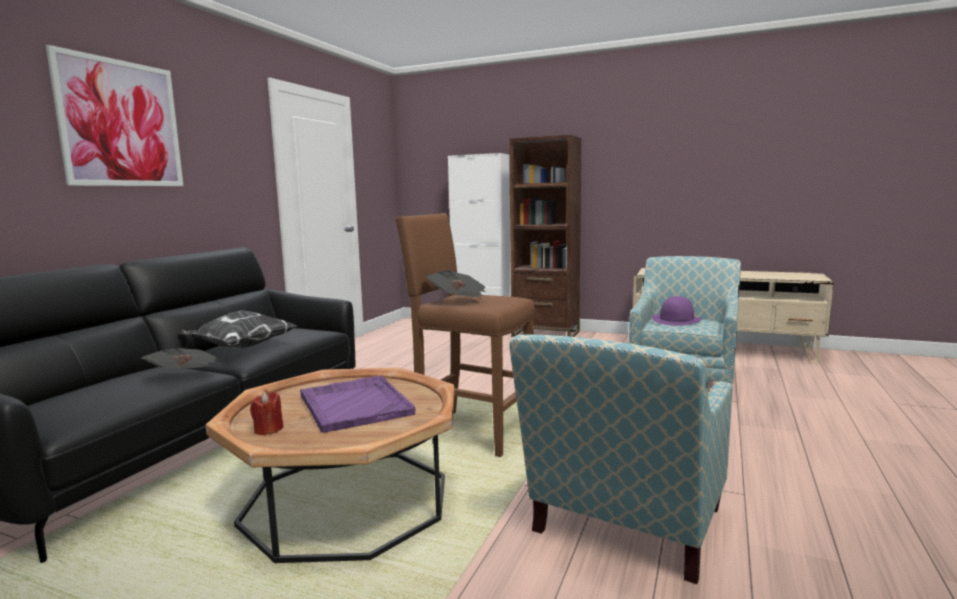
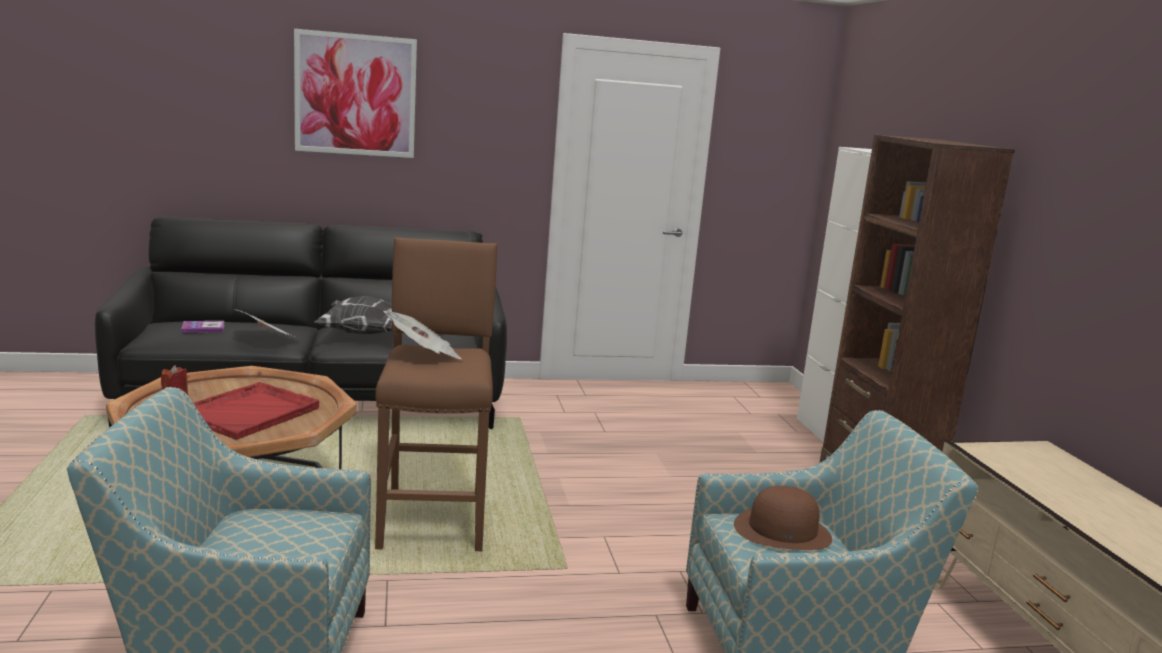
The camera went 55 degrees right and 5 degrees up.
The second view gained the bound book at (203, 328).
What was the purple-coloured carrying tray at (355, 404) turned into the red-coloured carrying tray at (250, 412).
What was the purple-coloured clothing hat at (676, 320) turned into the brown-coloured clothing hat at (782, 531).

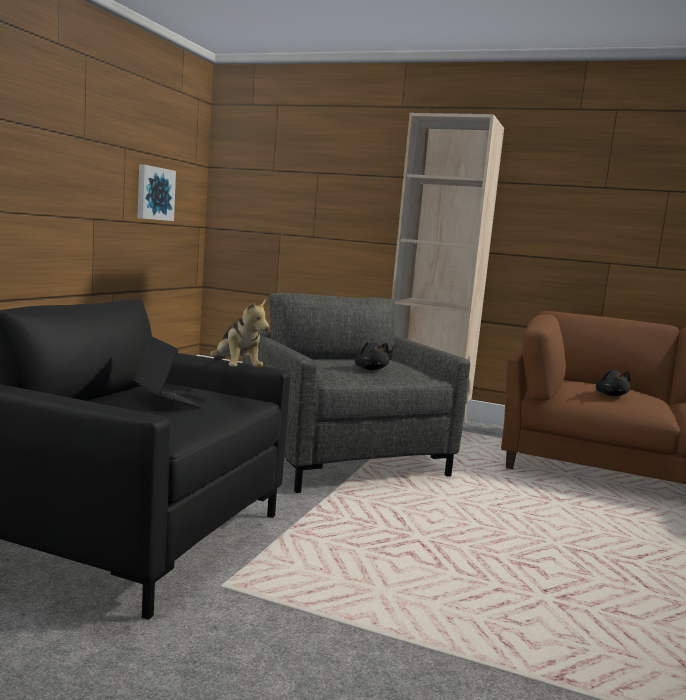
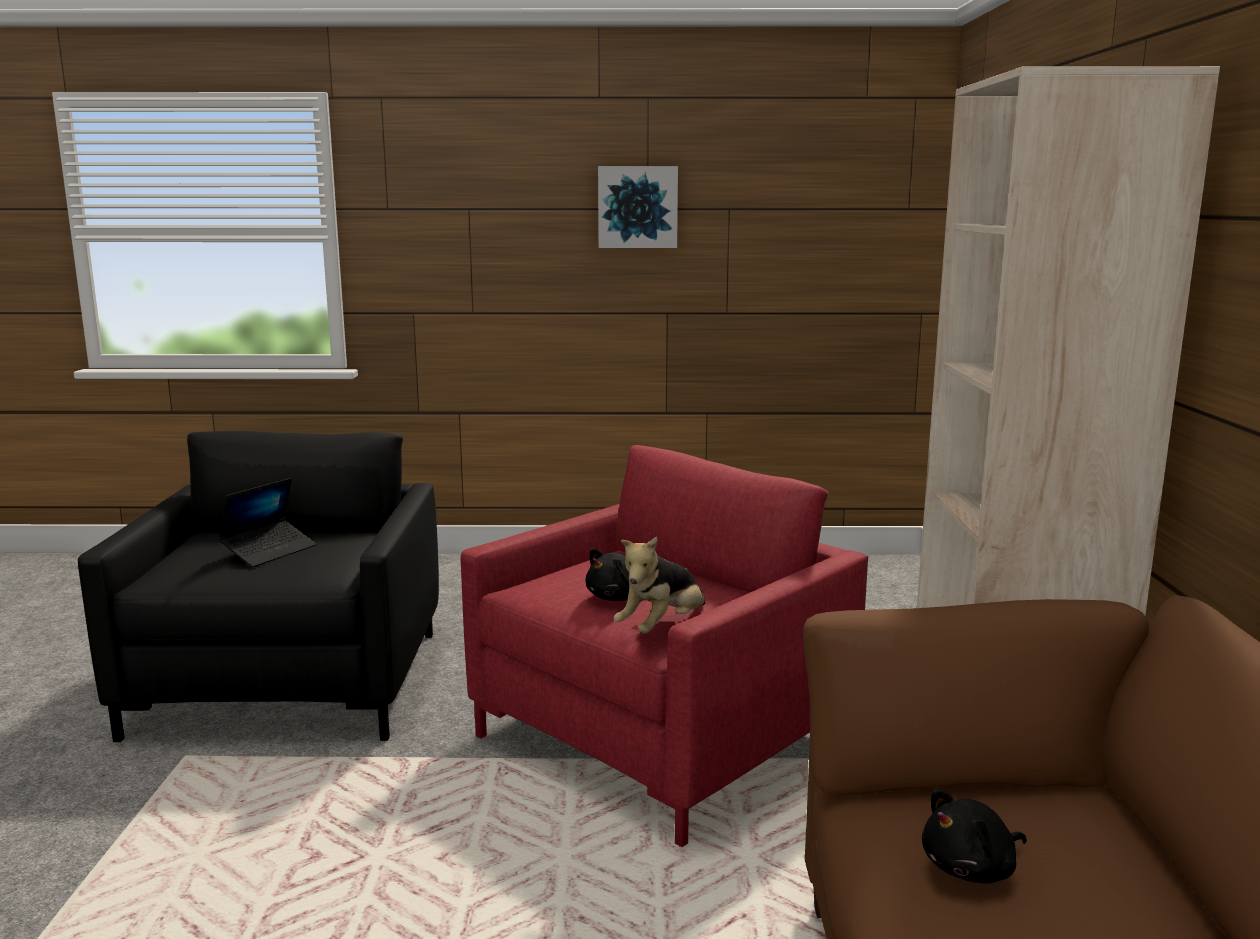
The camera went 70 degrees right and 5 degrees up.
What was the gray lounge chair at (343, 457) turned into the red-coloured lounge chair at (663, 737).
The wall art ended up elsewhere, having gone from (154, 193) to (637, 207).
The soft toy ended up elsewhere, having gone from (236, 370) to (662, 627).

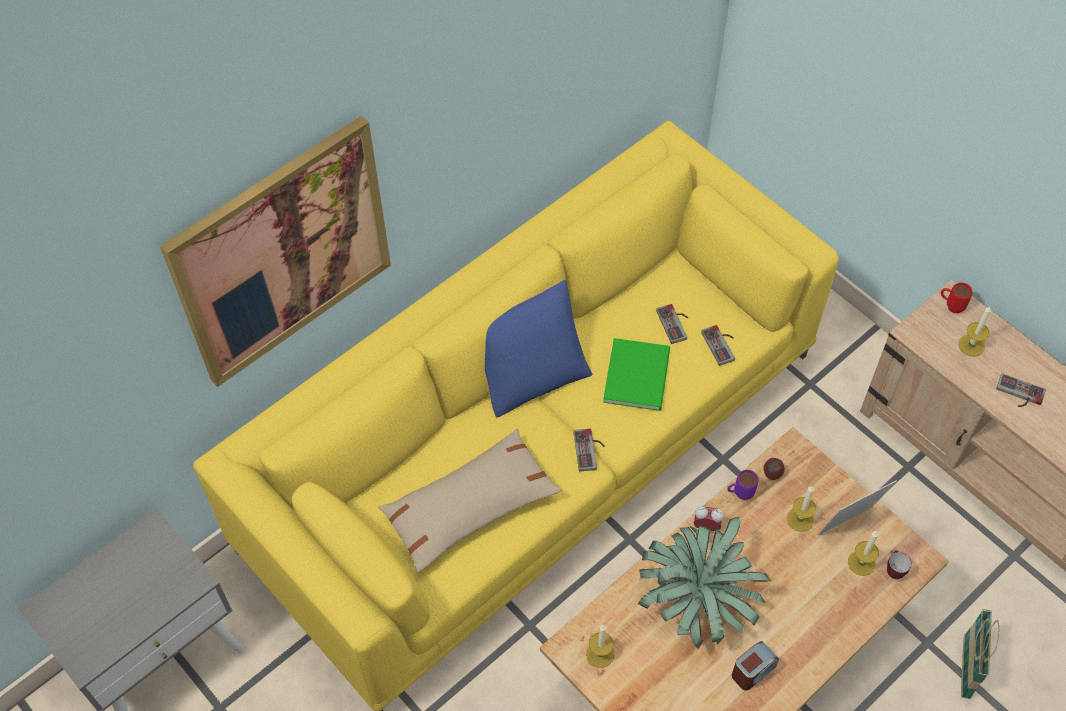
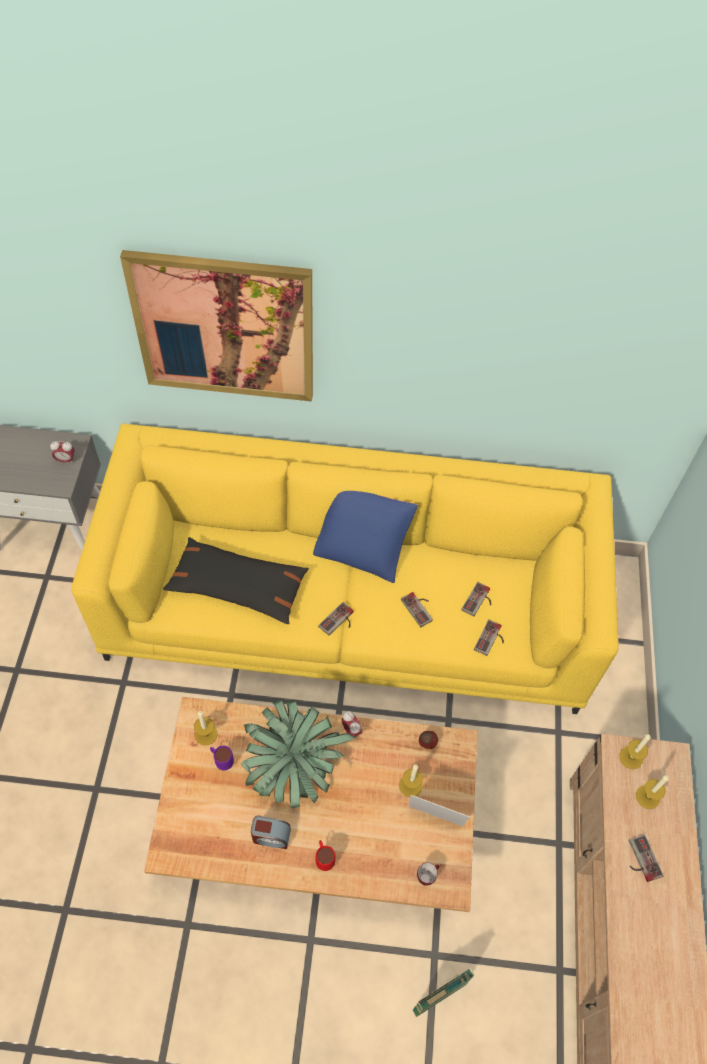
The camera went 45 degrees right and 0 degrees up.
The second view gained the bedside clock at (65, 460).
What was the beige throw pillow at (470, 507) turned into the blackish throw pillow at (238, 586).
The purple-coloured tea mug ended up elsewhere, having gone from (739, 494) to (222, 761).
The red-coloured tea mug ended up elsewhere, having gone from (950, 306) to (324, 858).
Where the green bound book stood at (639, 374), the game controller came to stand at (420, 608).
The wax light ended up elsewhere, having gone from (861, 563) to (631, 757).

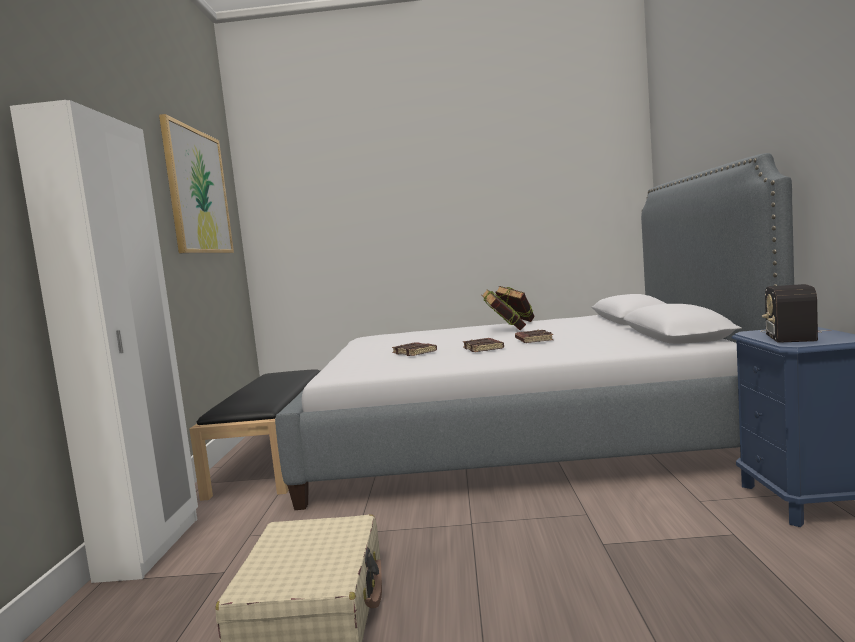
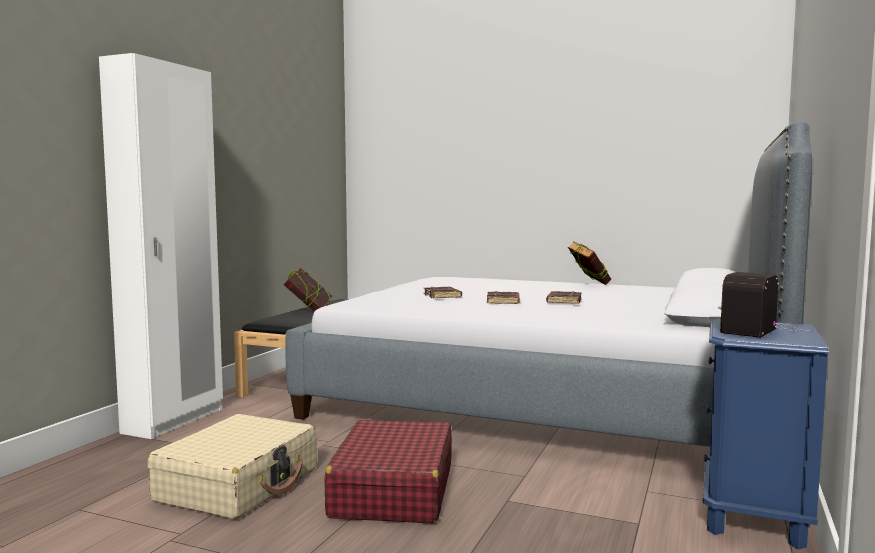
The camera went 20 degrees right and 0 degrees up.
The bound book ended up elsewhere, having gone from (505, 330) to (308, 312).
The second view gained the red-coloured travel case at (393, 491).
The second view lost the wall art at (197, 192).

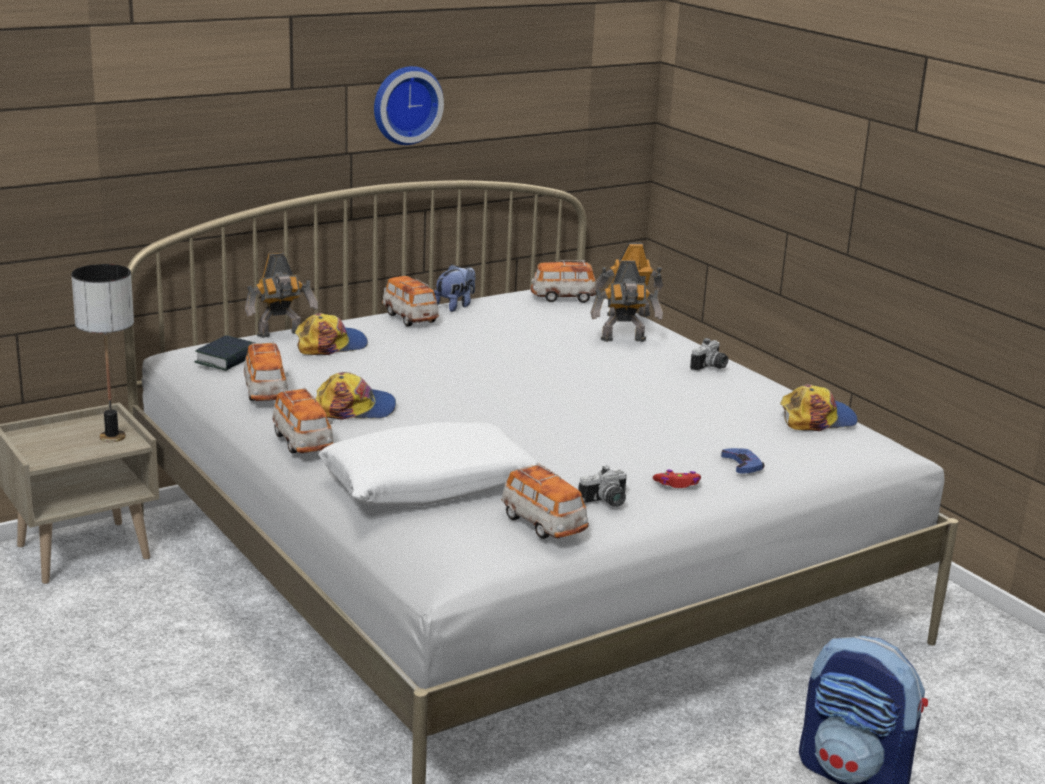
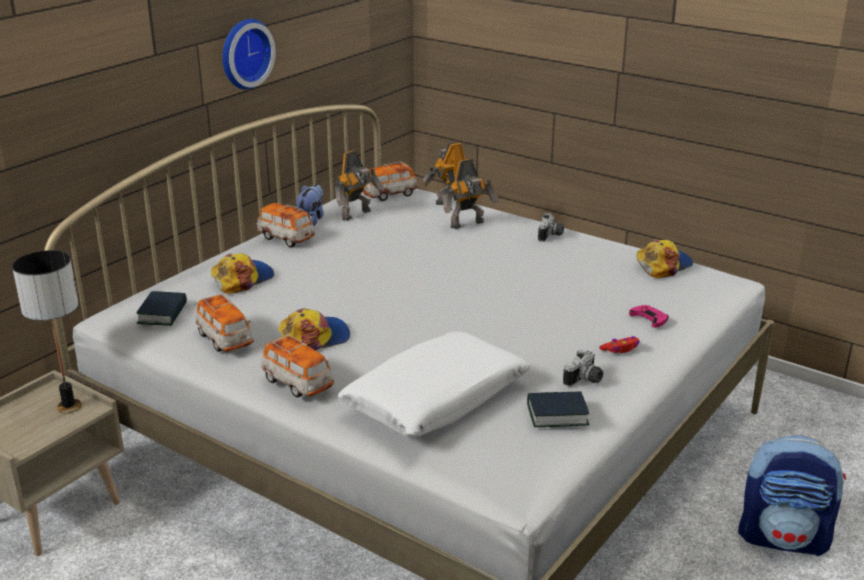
The camera went 20 degrees left and 5 degrees up.
The toy robot ended up elsewhere, having gone from (281, 334) to (358, 215).
Where the model car stood at (543, 524), the bound book came to stand at (557, 415).
What was the blue game controller at (743, 464) turned into the pinkish game controller at (649, 318).

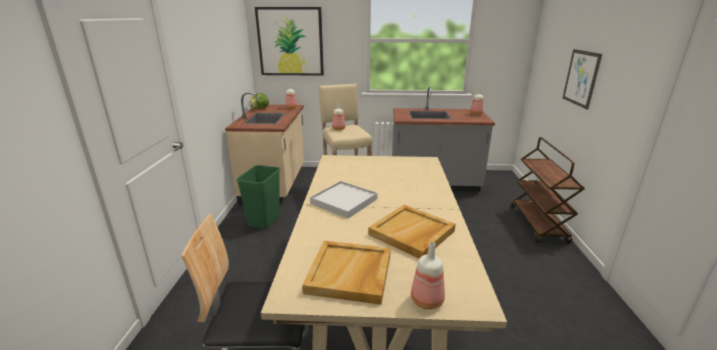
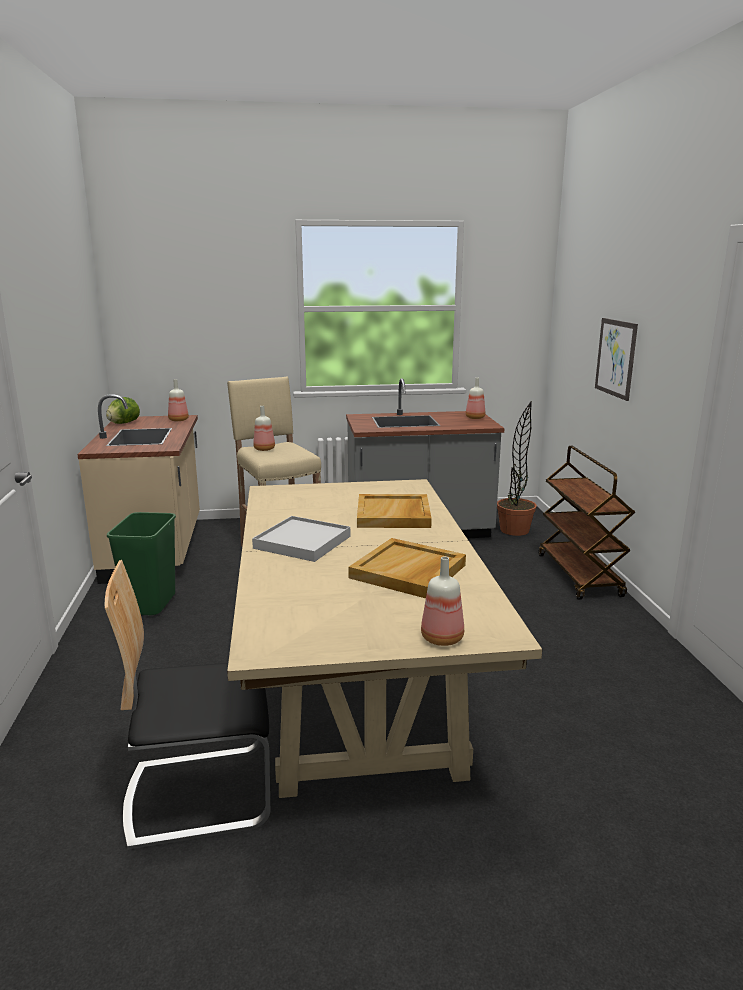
The camera went 10 degrees left and 5 degrees down.
The beige carrying tray ended up elsewhere, having gone from (350, 274) to (394, 515).
The second view gained the plant in a pot at (514, 530).
The second view lost the wall art at (290, 42).

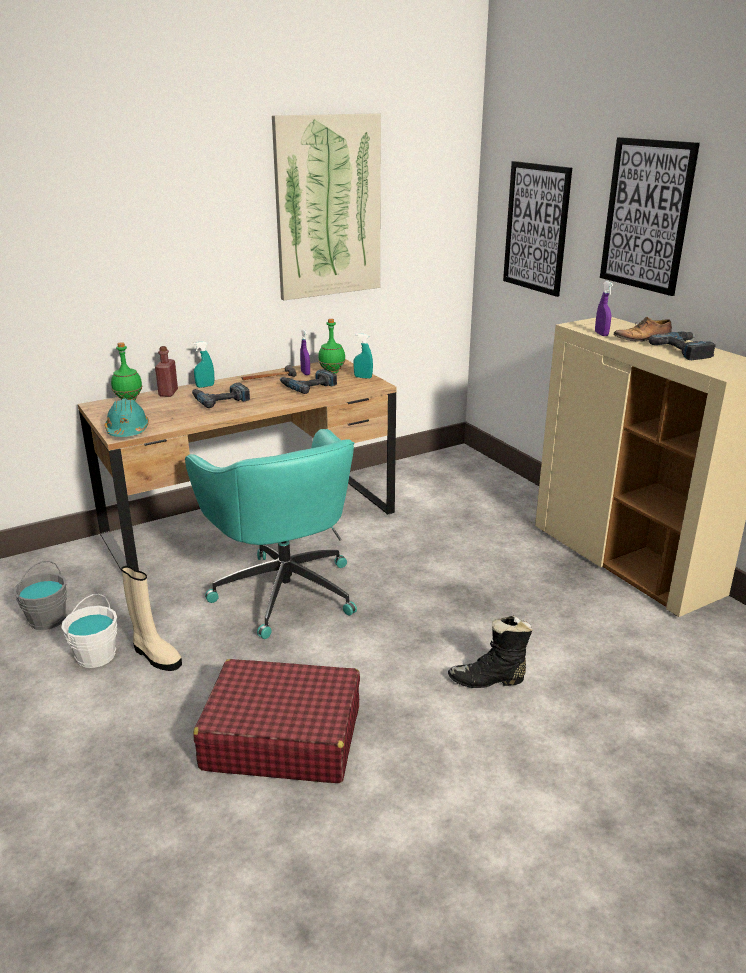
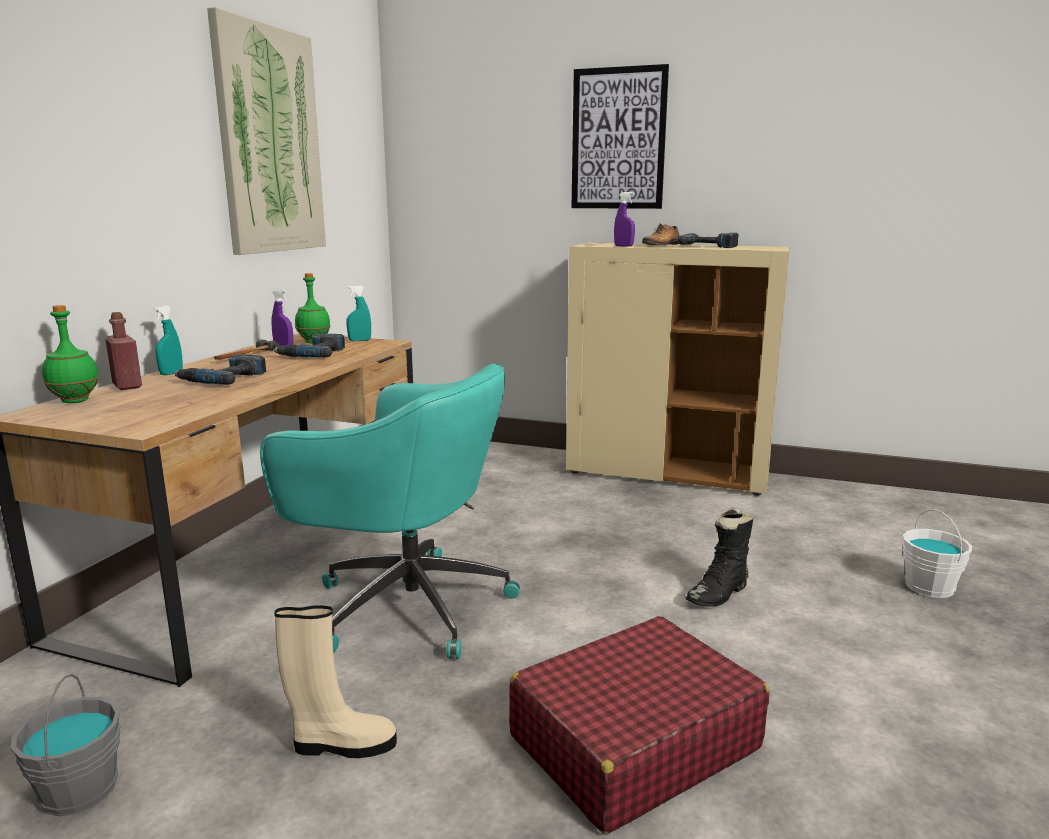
The camera went 40 degrees left and 10 degrees down.
The white-coloured water bucket ended up elsewhere, having gone from (95, 655) to (928, 587).
The second view lost the blue-green hard hat at (127, 430).
The second view lost the wall art at (536, 228).

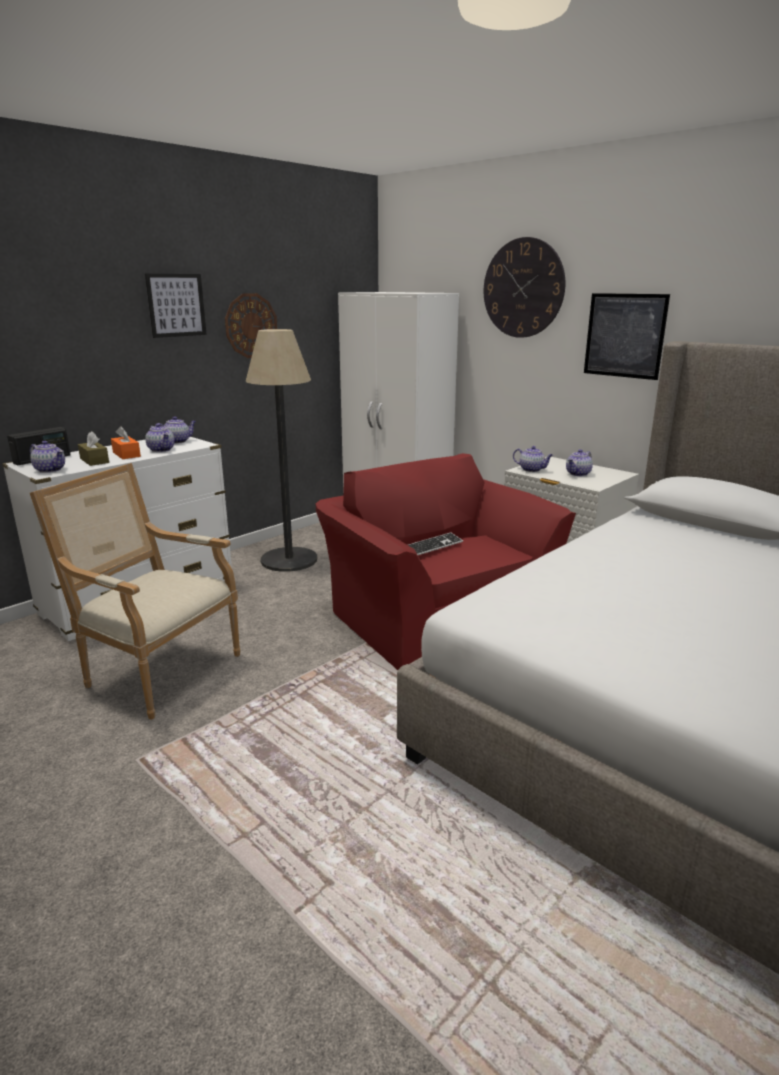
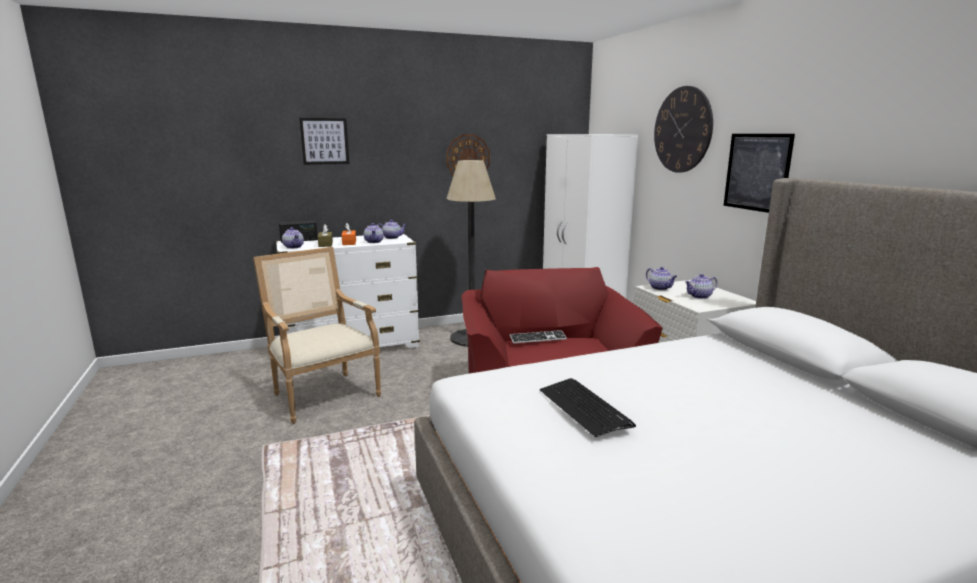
The camera went 25 degrees right and 5 degrees down.
The wall art ended up elsewhere, having gone from (176, 305) to (324, 141).
The second view gained the computer keyboard at (584, 407).

